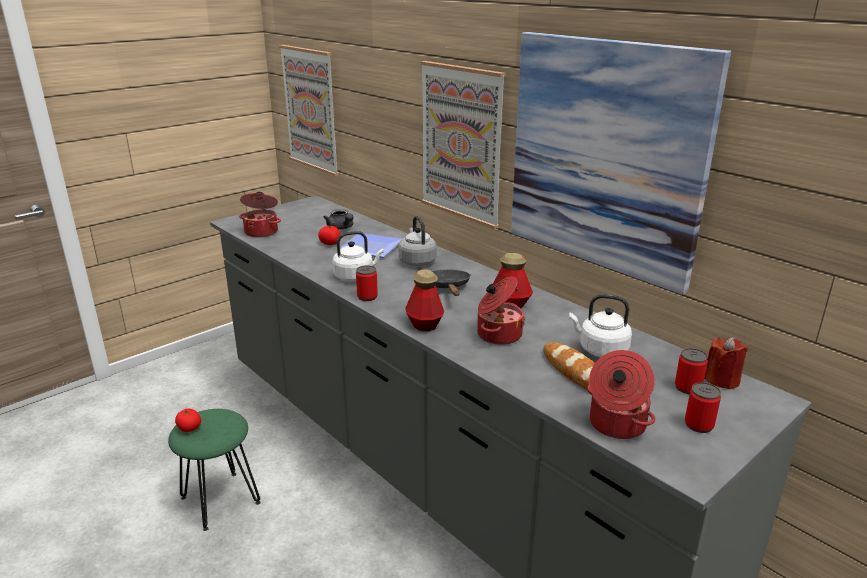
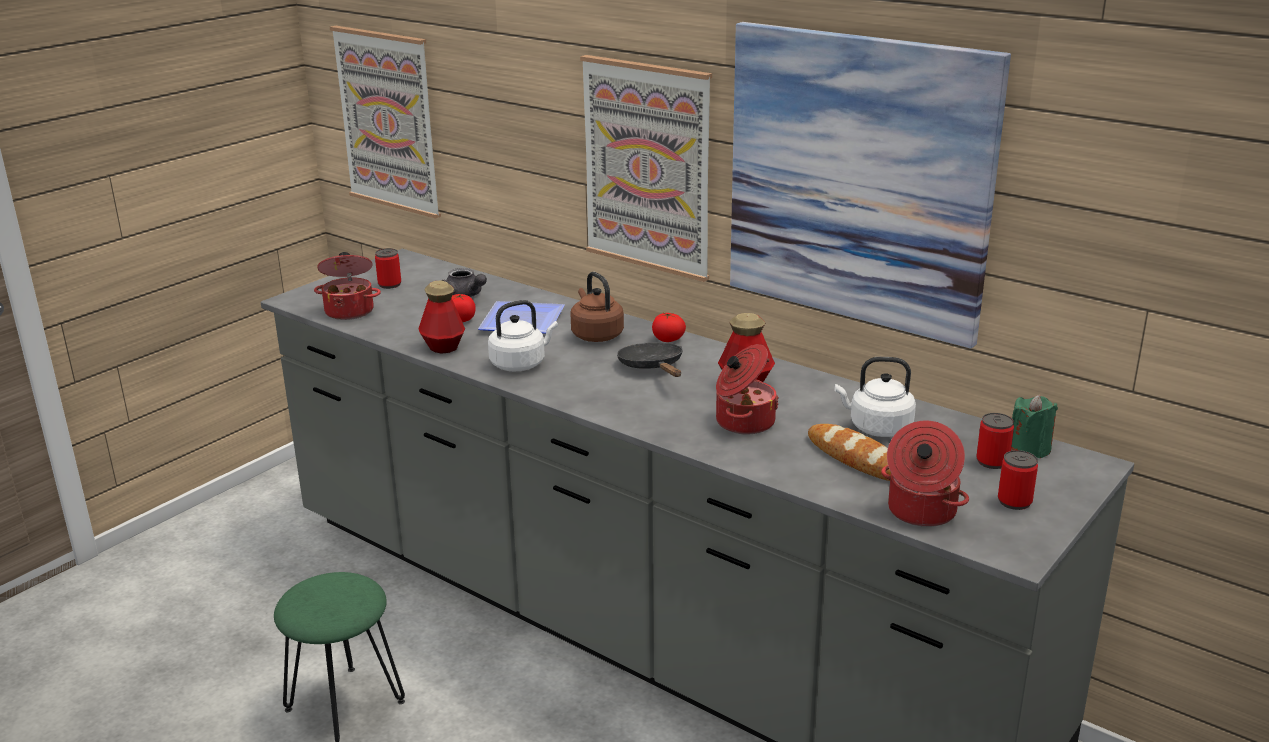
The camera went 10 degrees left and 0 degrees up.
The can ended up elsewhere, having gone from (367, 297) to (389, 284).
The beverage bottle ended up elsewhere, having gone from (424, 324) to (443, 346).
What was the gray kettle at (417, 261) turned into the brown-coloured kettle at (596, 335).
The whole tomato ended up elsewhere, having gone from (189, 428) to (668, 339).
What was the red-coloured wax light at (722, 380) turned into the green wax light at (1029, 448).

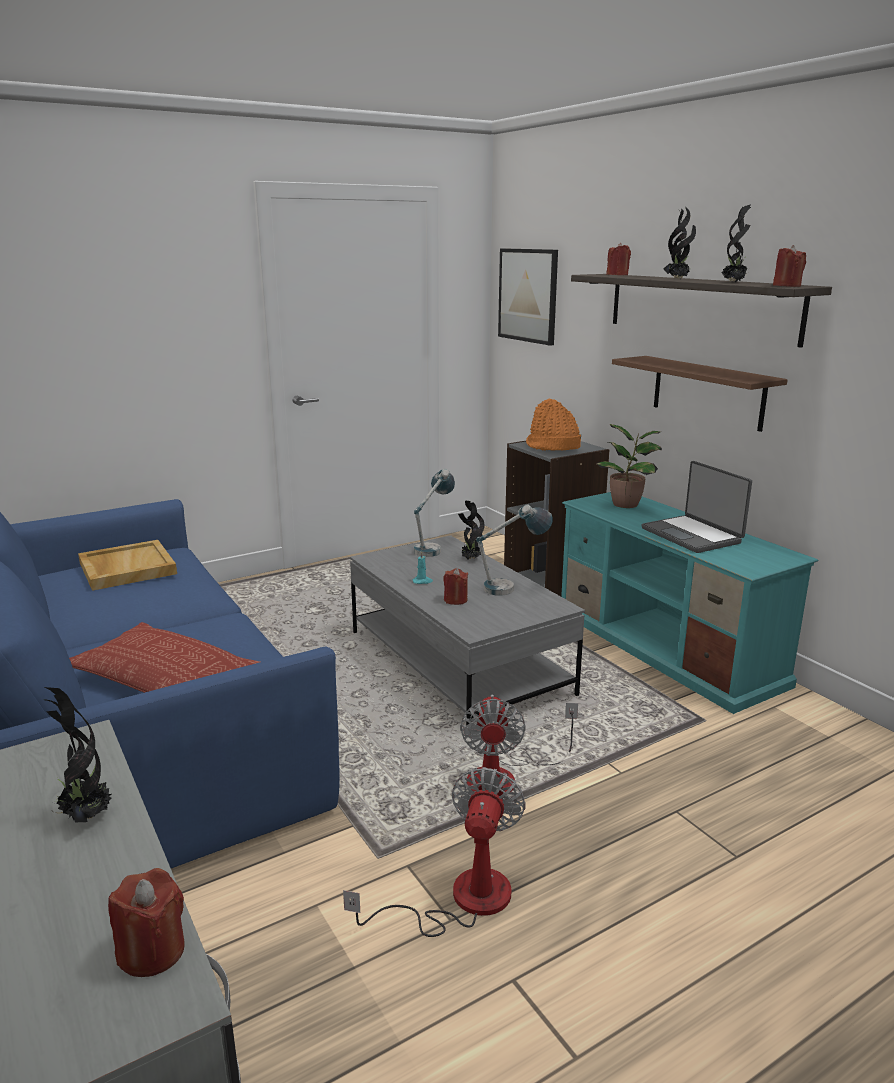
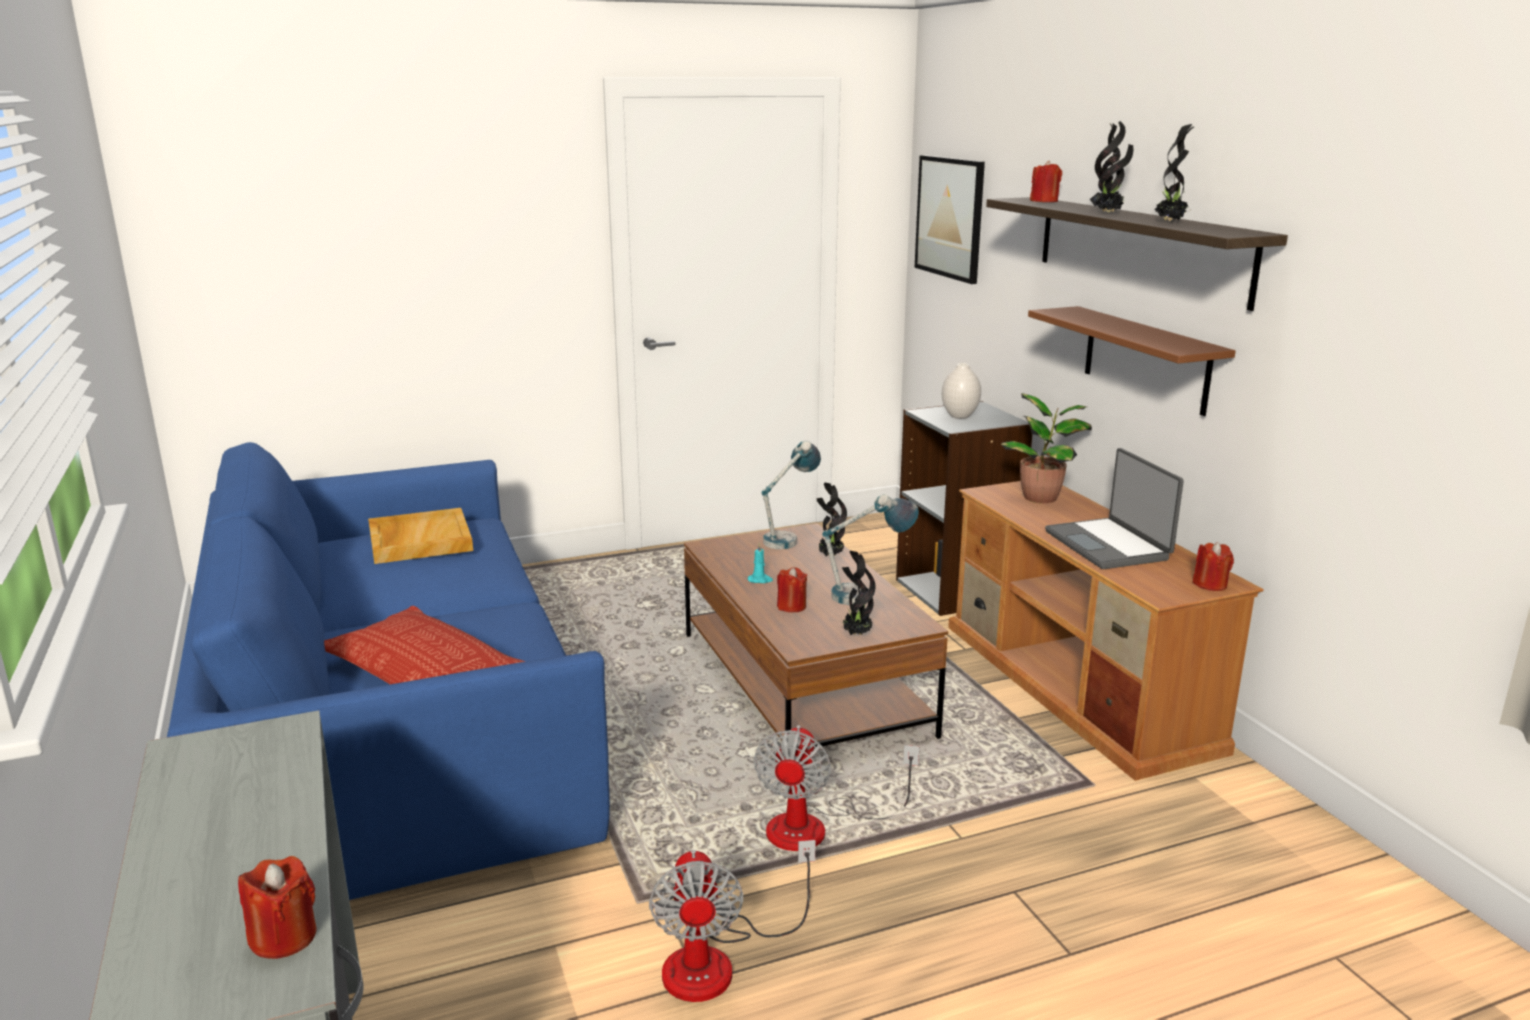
The camera went 10 degrees right and 0 degrees up.
The cooling fan at (461, 900) ended up facing another way, 150 degrees clockwise from before.
What was the gray lounge table at (457, 662) turned into the brown-coloured lounge table at (802, 684).
The plant in a pot ended up elsewhere, having gone from (85, 817) to (856, 634).
Where the orangey clothing hat stood at (552, 446), the white-coloured vase came to stand at (959, 416).
What was the blue-green tv stand at (666, 645) turned into the brown-coloured tv stand at (1079, 685).
The red-coloured wax light ended up elsewhere, having gone from (787, 286) to (1210, 584).

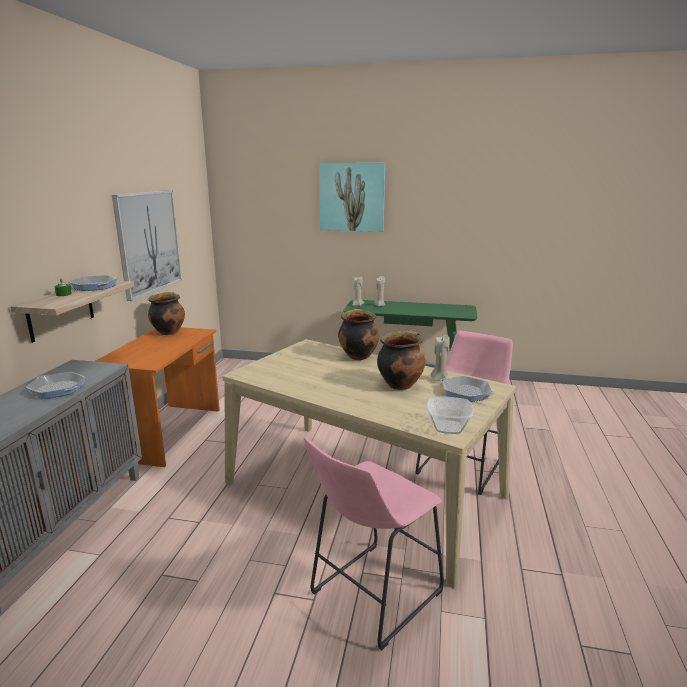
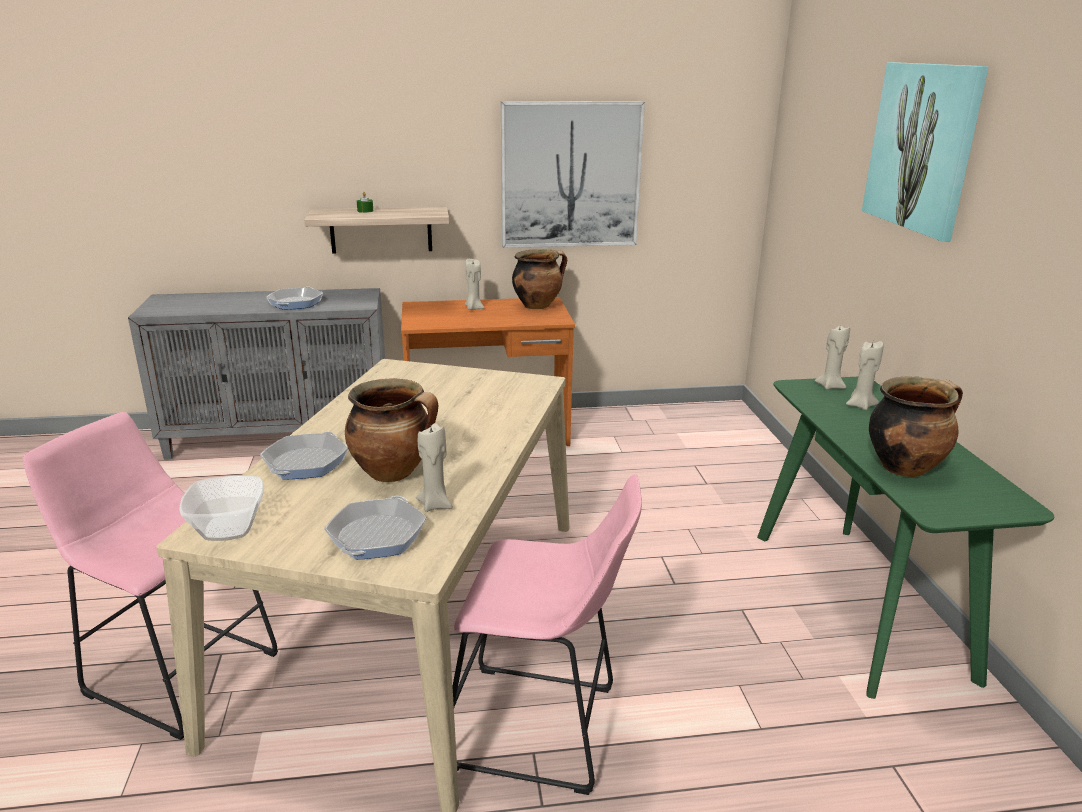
The camera went 70 degrees right and 5 degrees up.
The skillet ended up elsewhere, having gone from (94, 286) to (305, 462).
The second view gained the beige wax light at (473, 308).
The saucepot ended up elsewhere, having gone from (358, 356) to (904, 467).

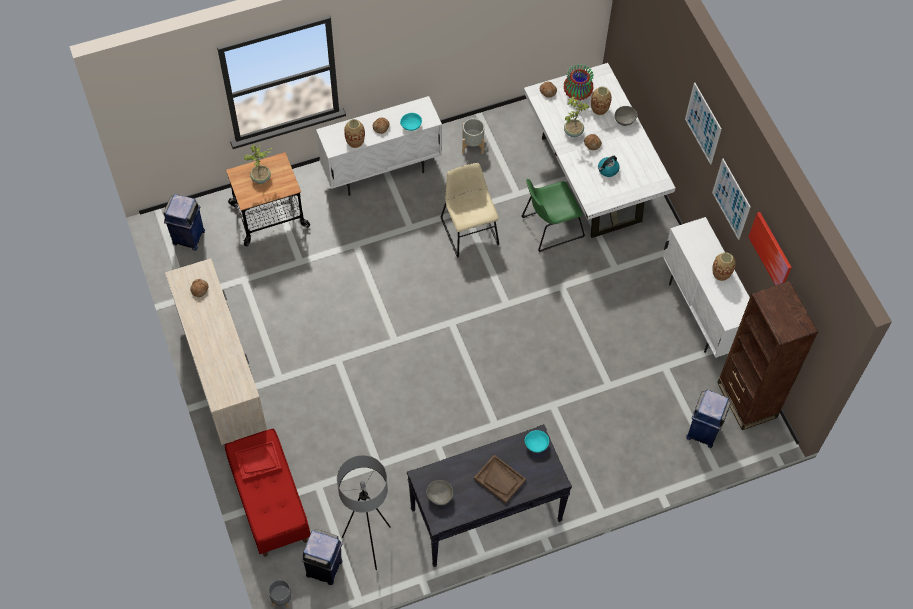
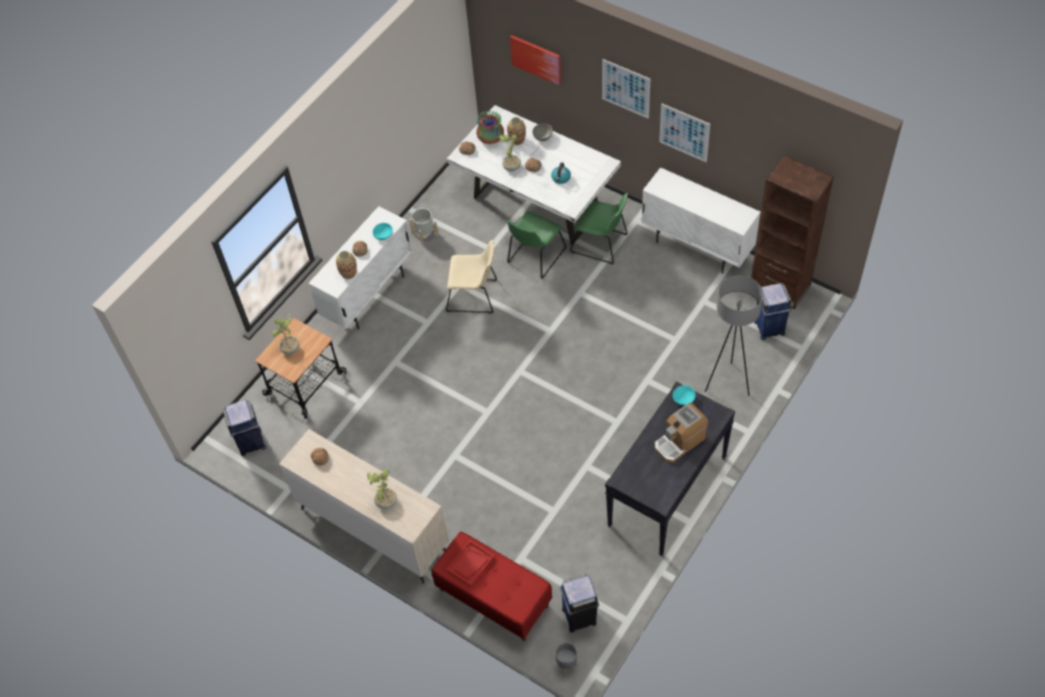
The camera went 30 degrees left and 5 degrees down.
The second view gained the plant in a pot at (385, 502).
The beige chair at (468, 229) ended up facing another way, 150 degrees clockwise from before.
The wall art ended up elsewhere, having gone from (771, 251) to (536, 59).
The second view gained the green chair at (601, 244).
Where the brown-coloured carrying tray stood at (500, 479), the coffee maker came to stand at (679, 442).
The gray floor lamp ended up elsewhere, having gone from (368, 544) to (727, 383).
The second view lost the gray deep dish at (440, 496).
The second view lost the vase at (721, 274).

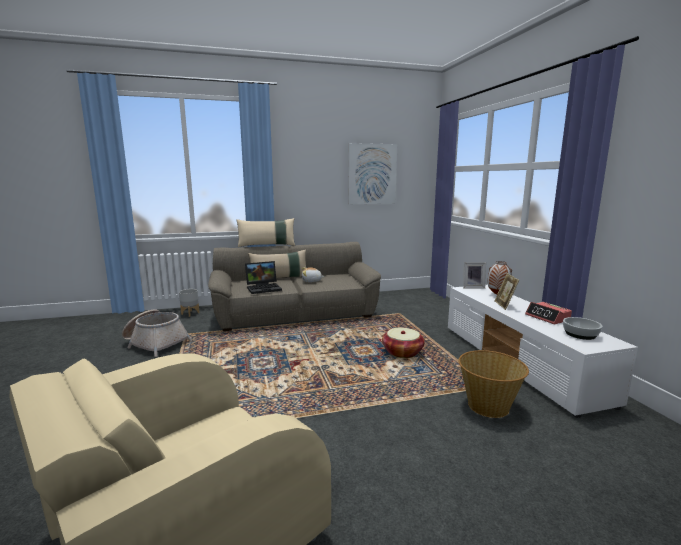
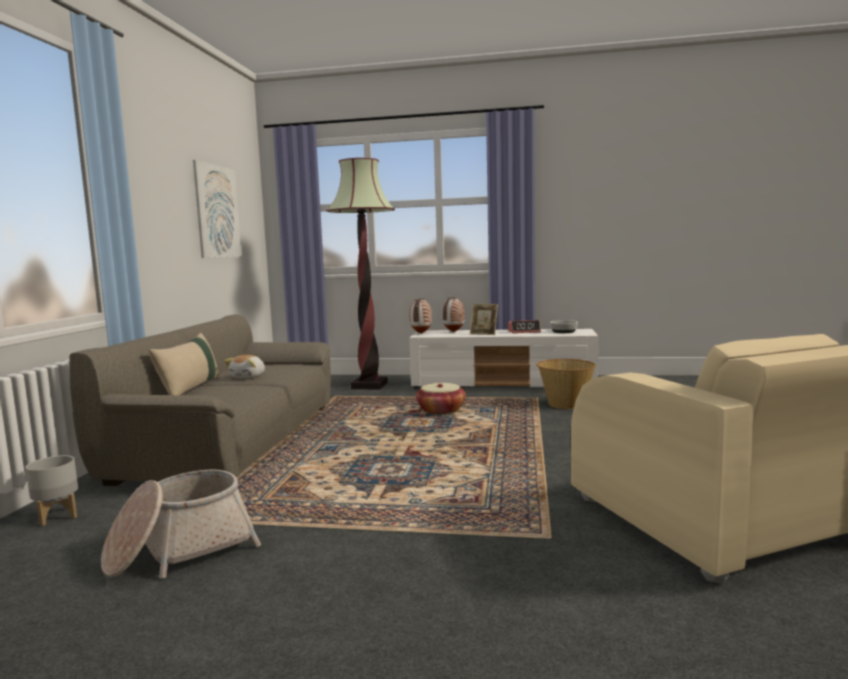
The camera went 65 degrees left and 5 degrees down.
The second view gained the floor lamp at (369, 385).
Where the standing frame stood at (472, 287), the vase came to stand at (421, 333).
The second view lost the beige throw pillow at (267, 245).
The second view lost the notebook computer at (264, 288).

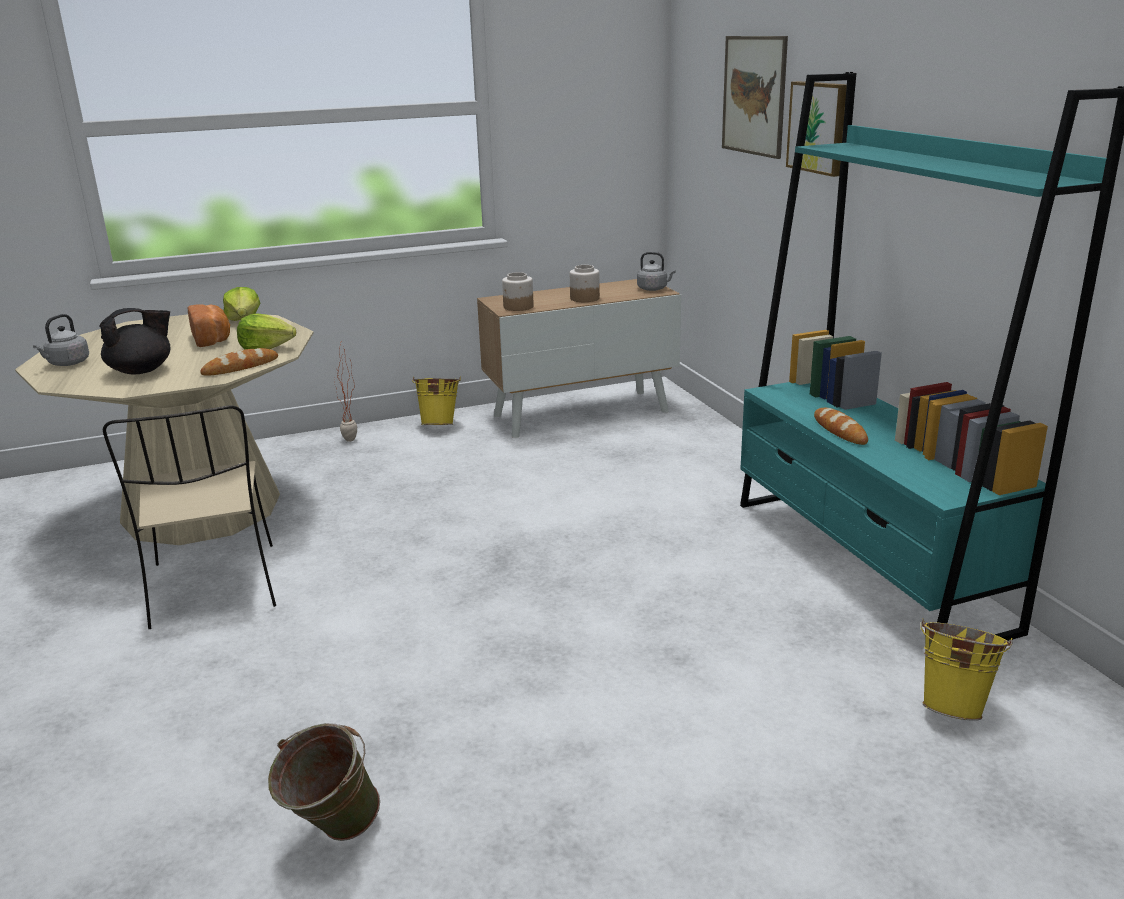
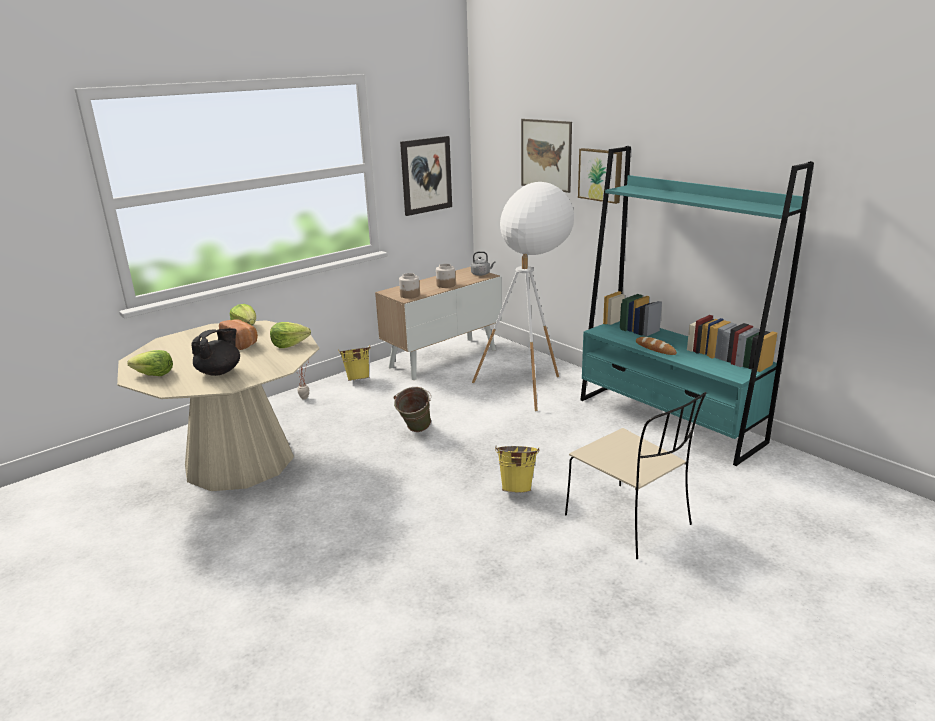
The camera went 20 degrees left and 0 degrees up.
Where the gray kettle stood at (67, 363), the lettuce came to stand at (154, 374).
The green water bucket ended up elsewhere, having gone from (331, 833) to (415, 431).
The second view gained the wall art at (426, 175).
The second view gained the white-coloured floor lamp at (528, 382).
The yellow water bucket ended up elsewhere, having gone from (954, 706) to (517, 488).
The beige chair ended up elsewhere, having gone from (214, 587) to (630, 521).
The second view lost the bakery bread at (240, 367).

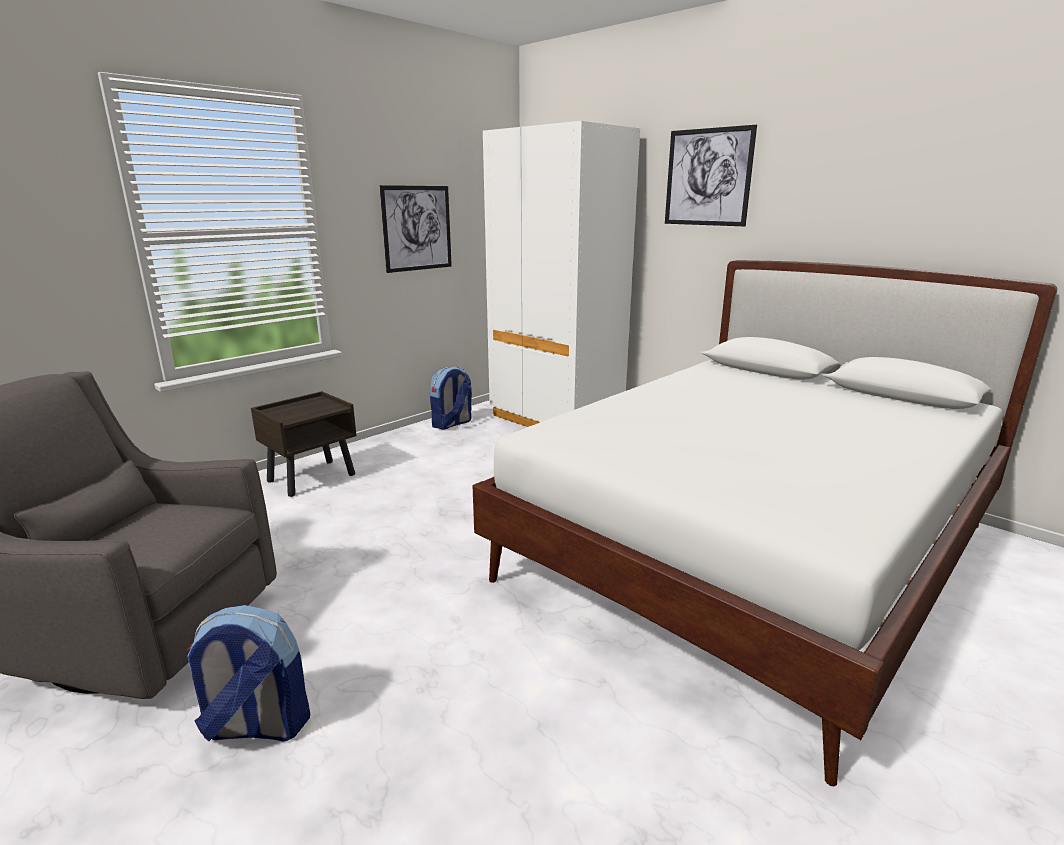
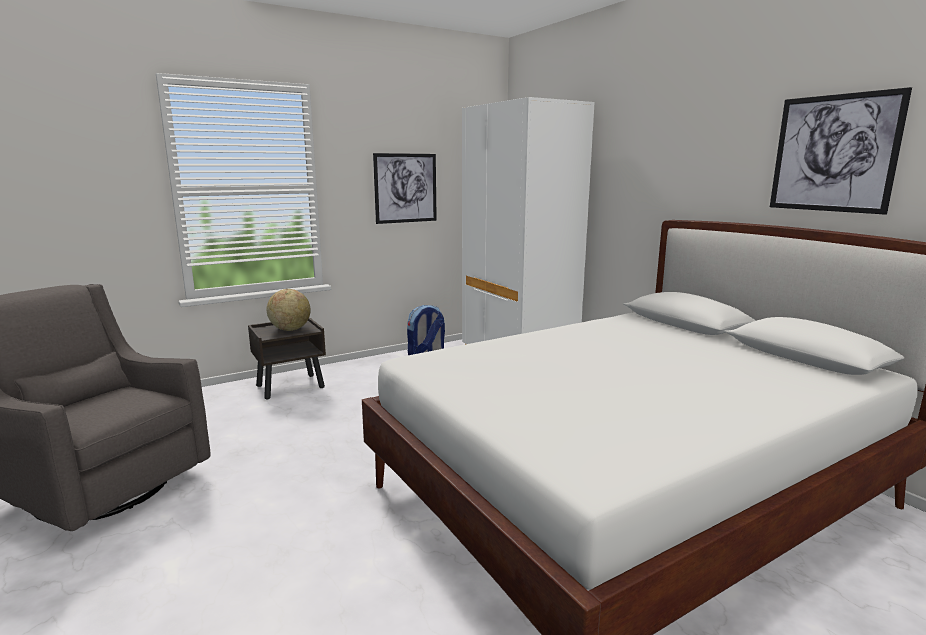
The camera went 15 degrees right and 5 degrees down.
The second view gained the world globe at (290, 329).
The wall art ended up elsewhere, having gone from (708, 177) to (833, 153).
The second view lost the rucksack at (256, 726).

